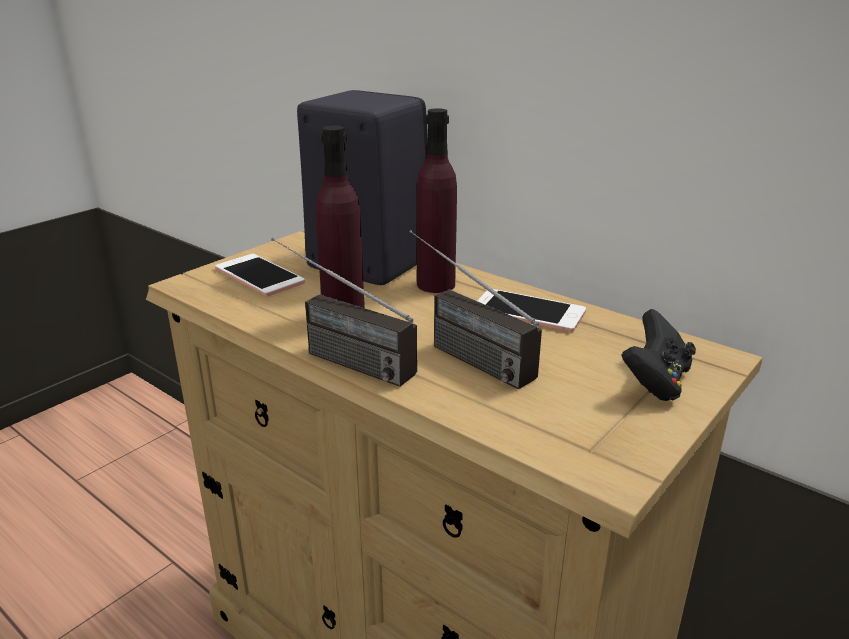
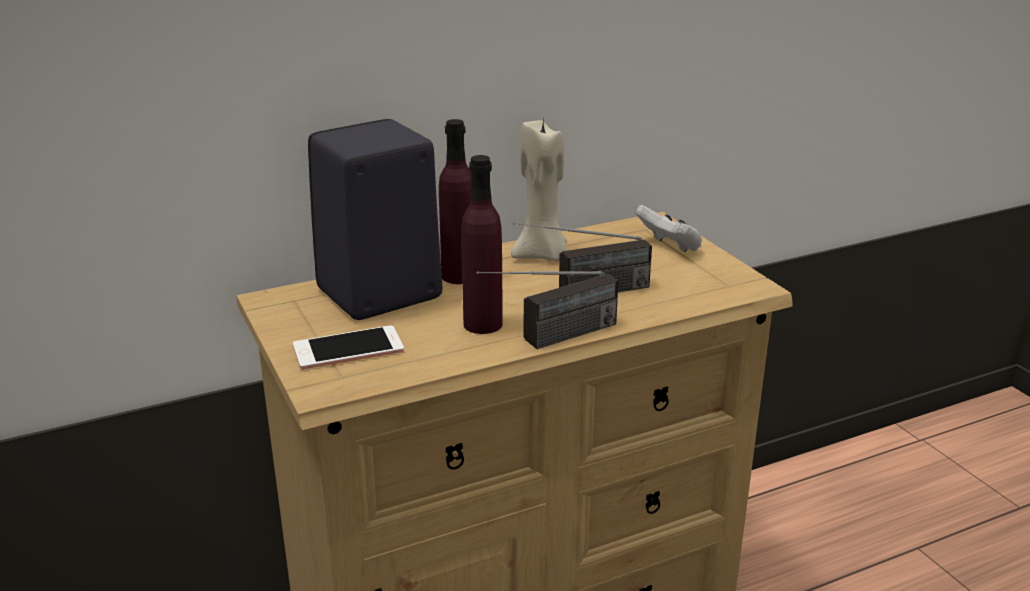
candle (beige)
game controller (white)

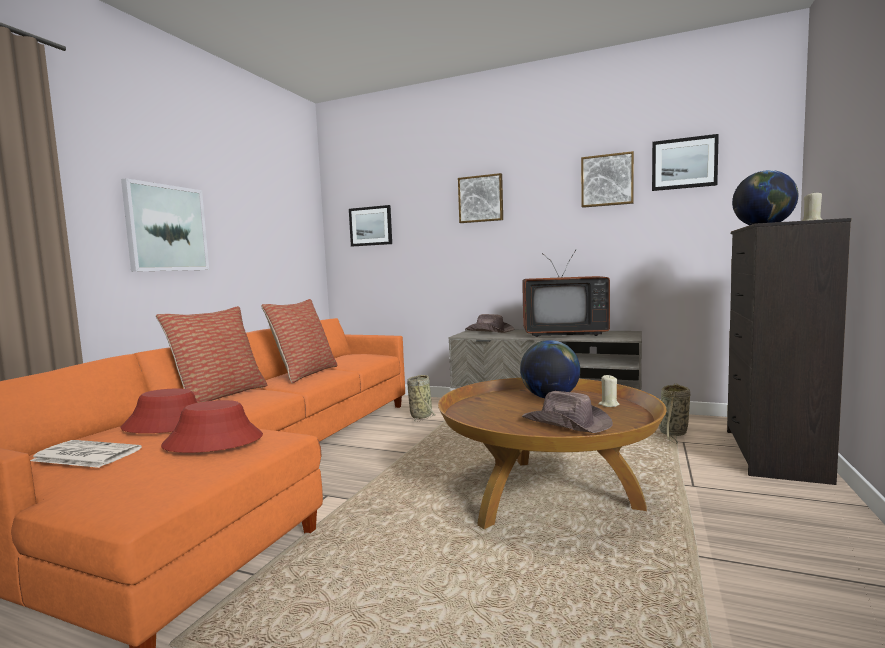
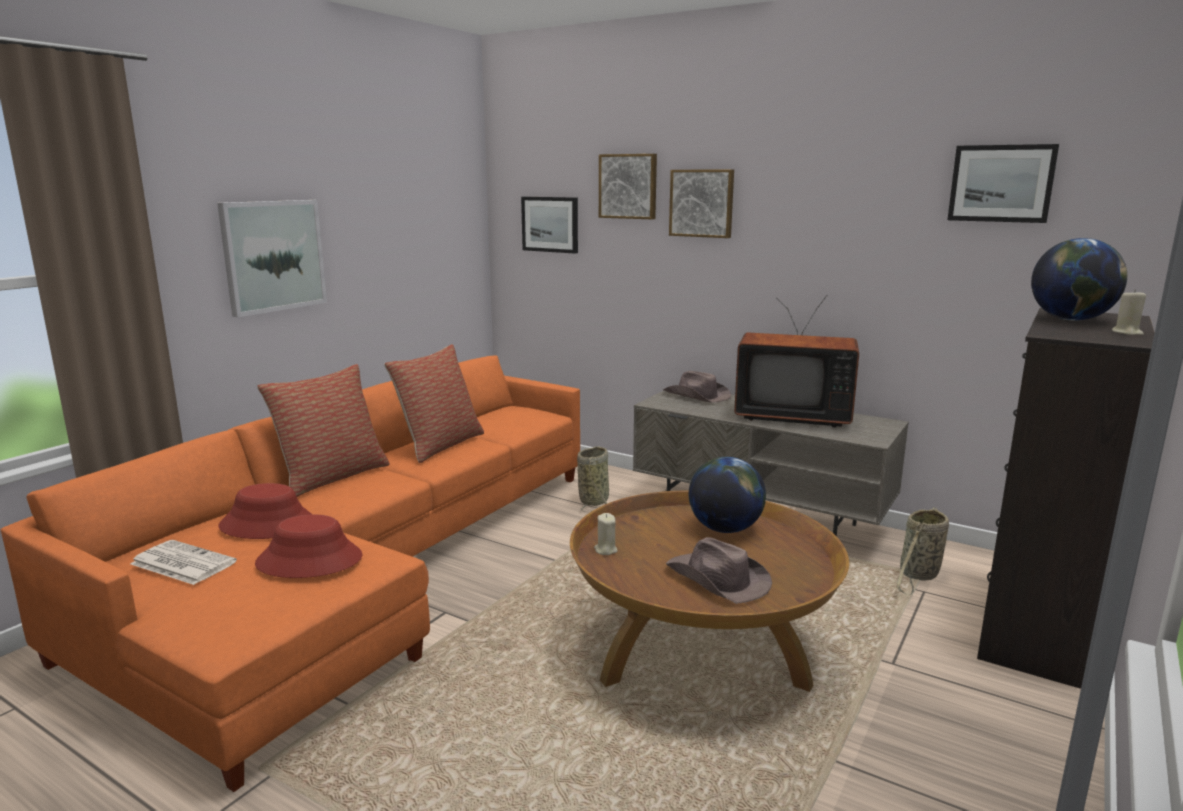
picture (no. 3 from left)
candle (beige) (no. 1 from left)

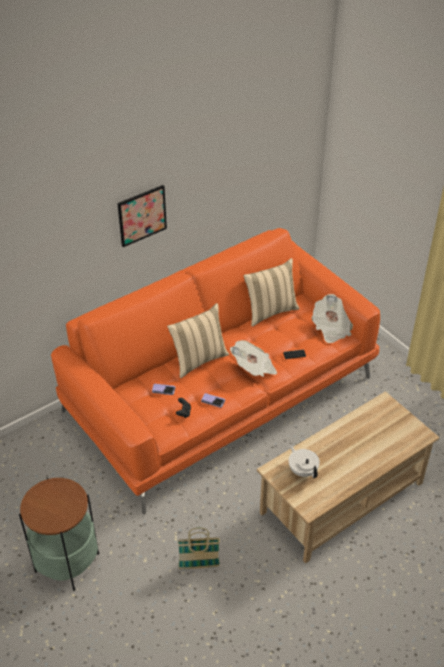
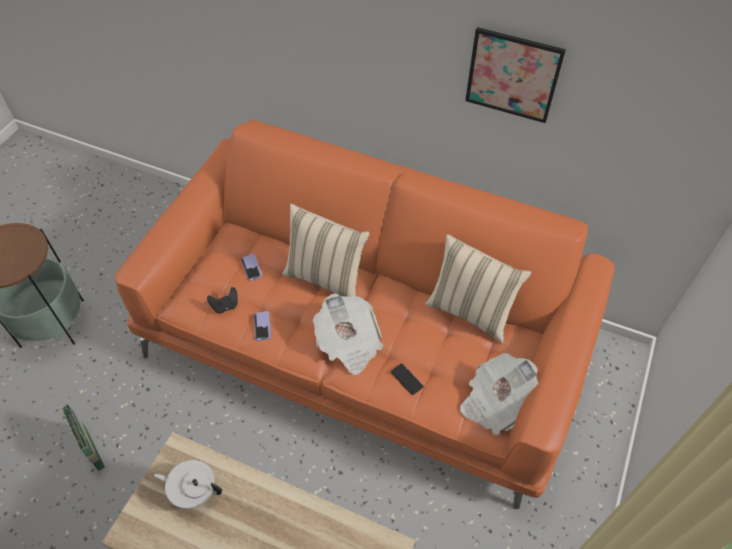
picture
teapot (white)

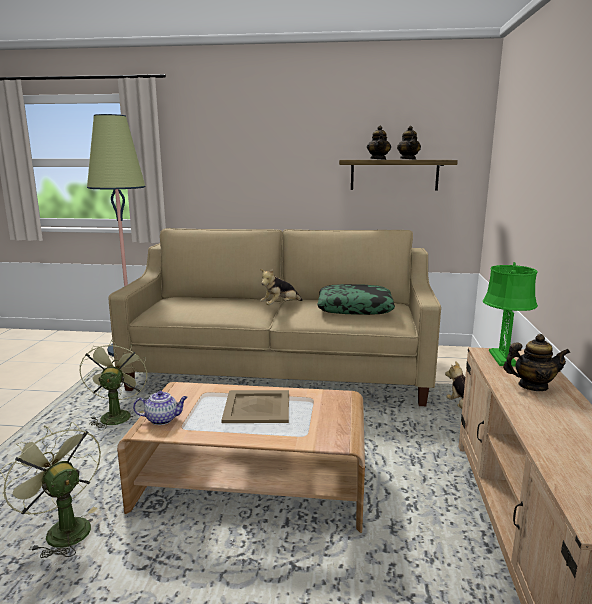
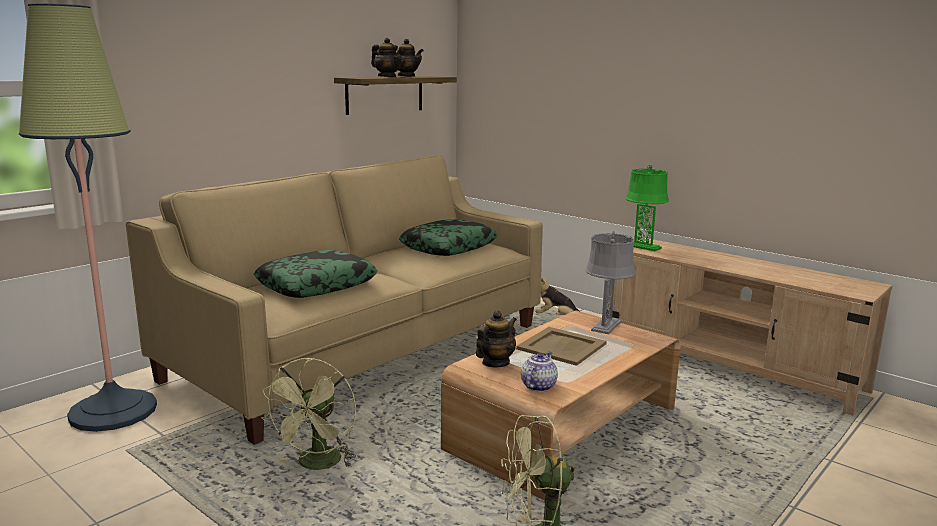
fan (green) (no. 1 from left)
plush toy (no. 1 from left in the first image)
teapot (no. 3 from left)
pillow (no. 1 from left)
table lamp (grey)

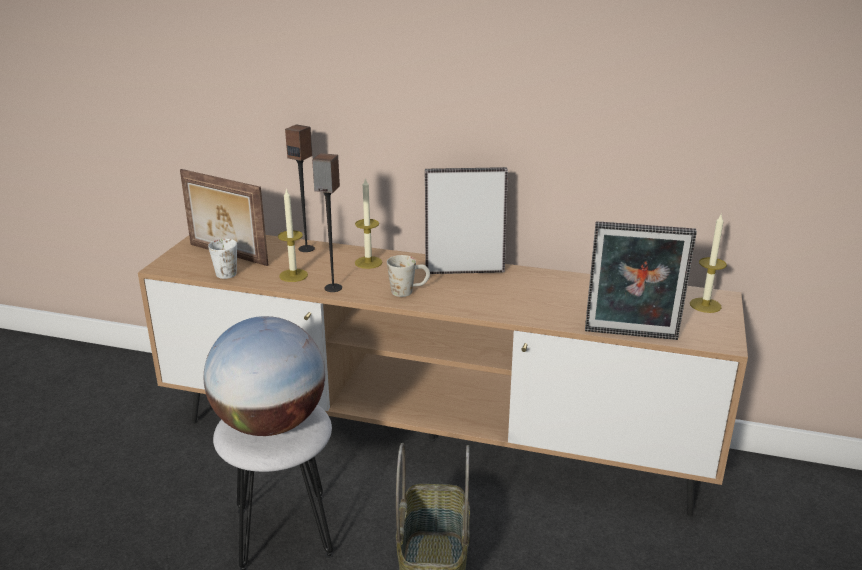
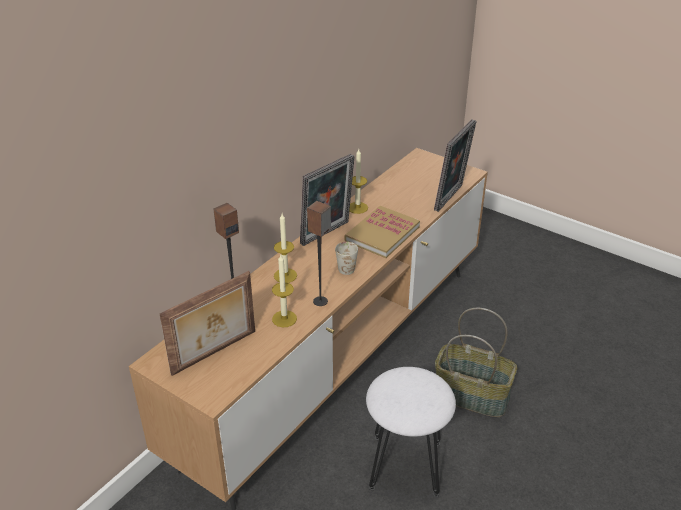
globe
mug (white) (no. 1 from left in the first image)
picture frame (no. 2 from left)
candle (no. 3 from left)
book

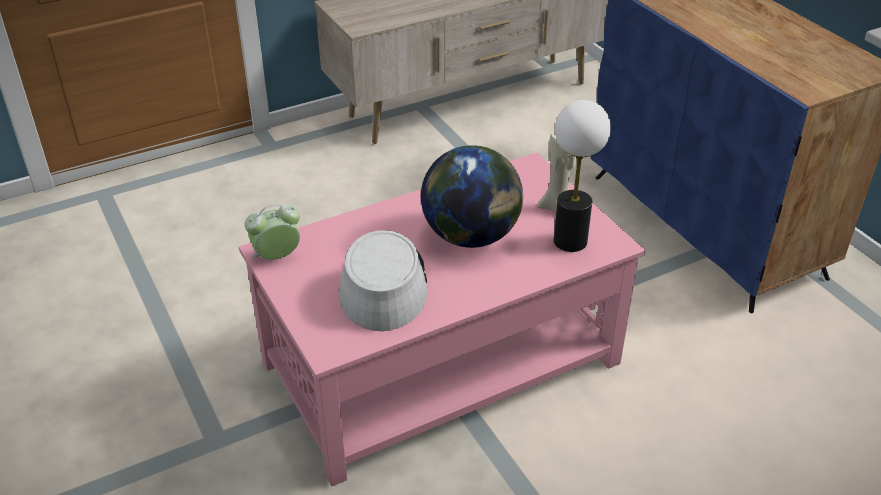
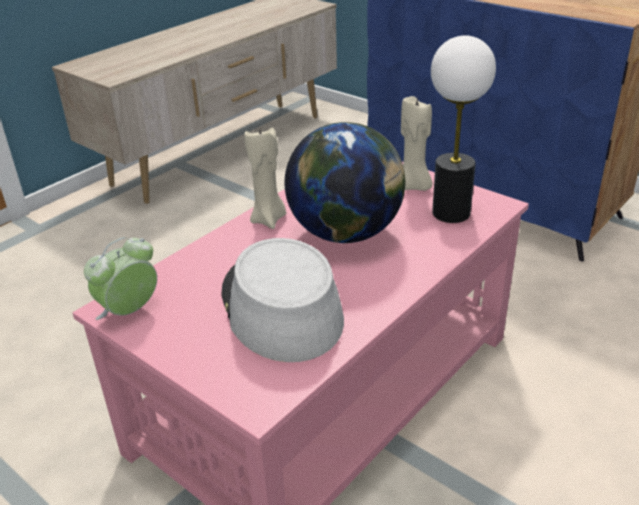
candle (beige) (no. 1 from left)

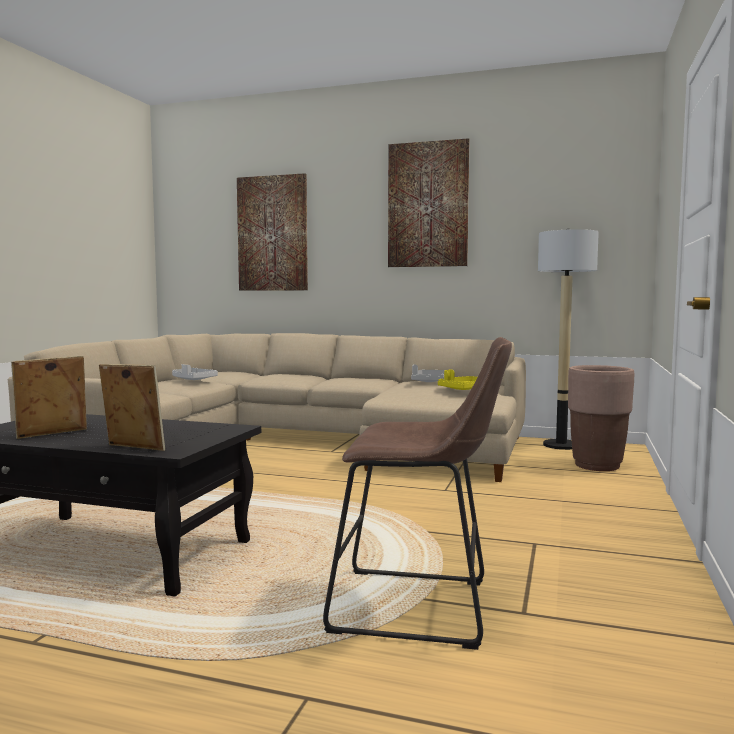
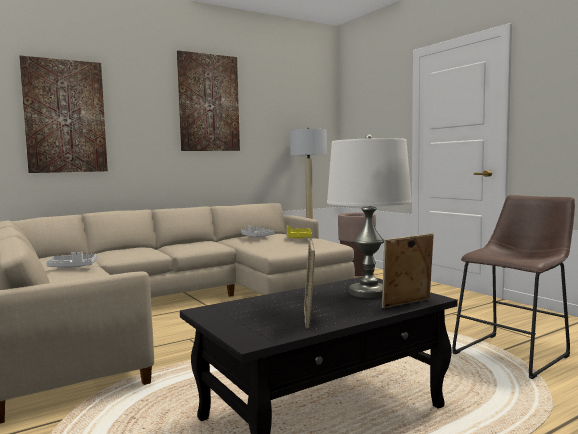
table lamp (white)

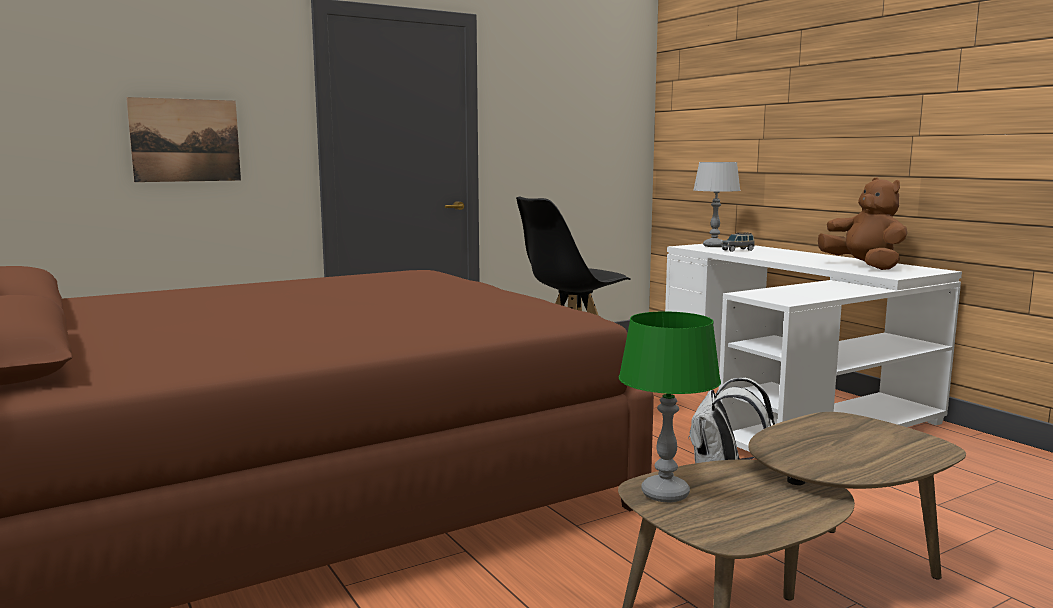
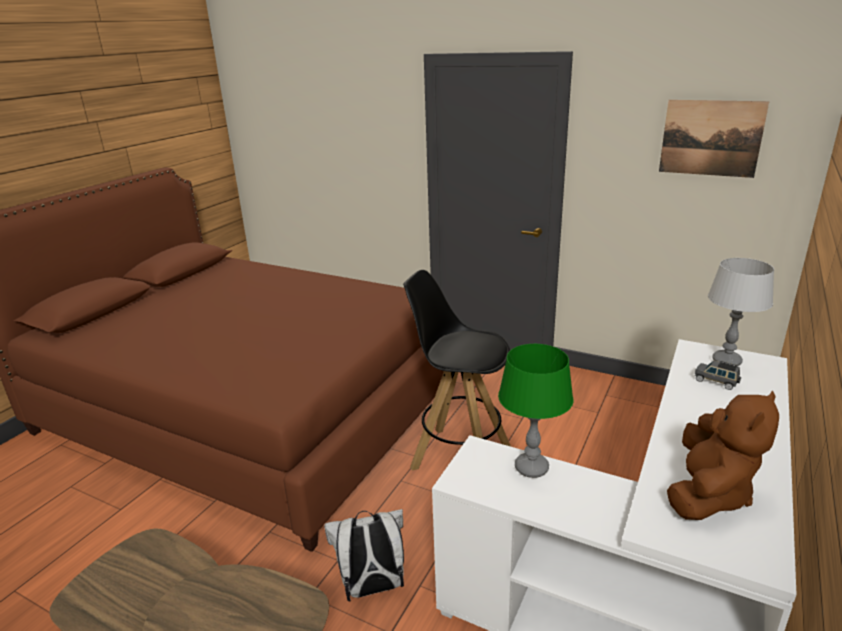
picture
table lamp (green)

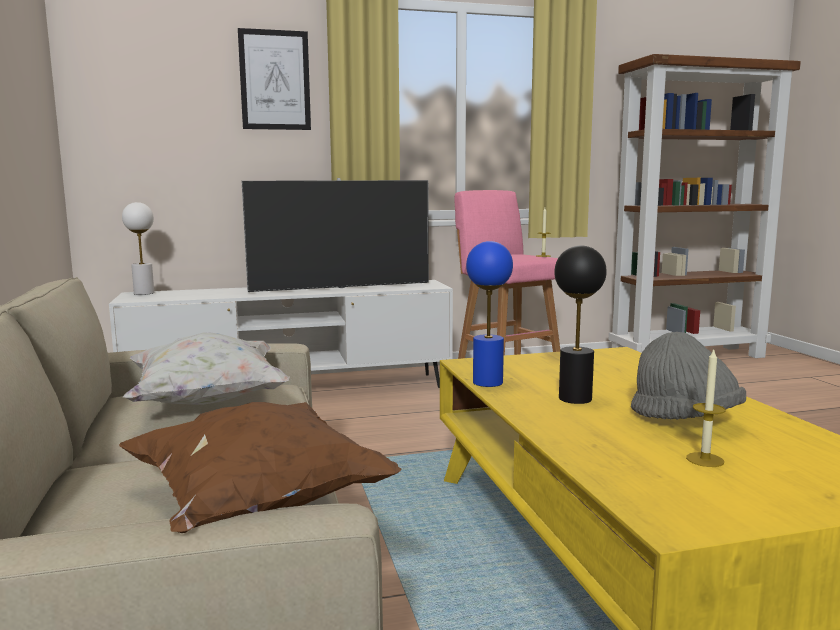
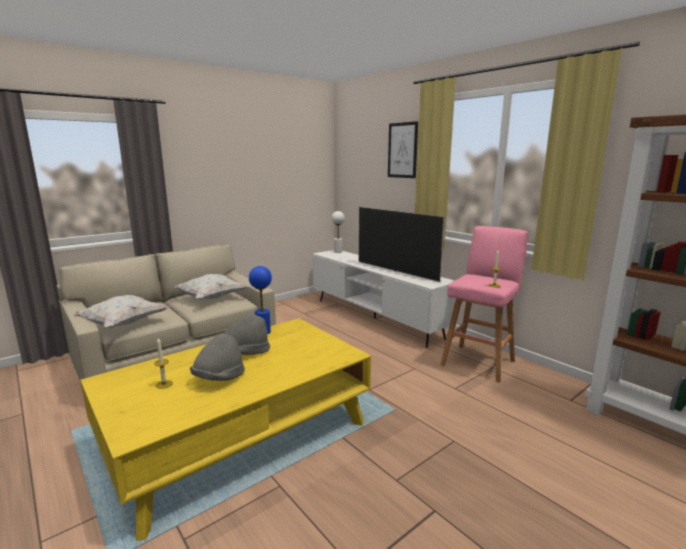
pillow (white) (no. 1 from left)
hat (grey) (no. 2 from left)

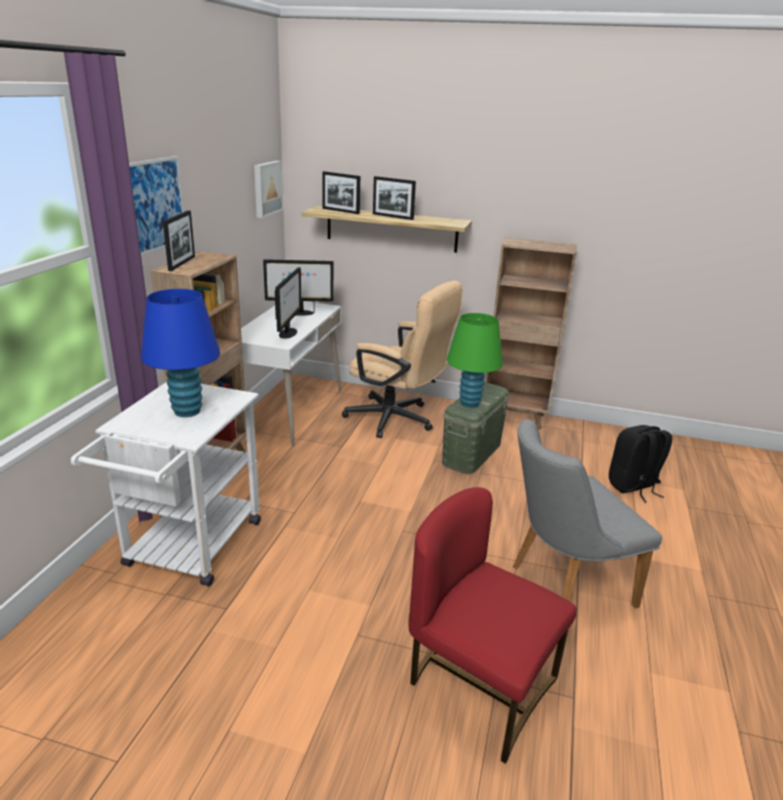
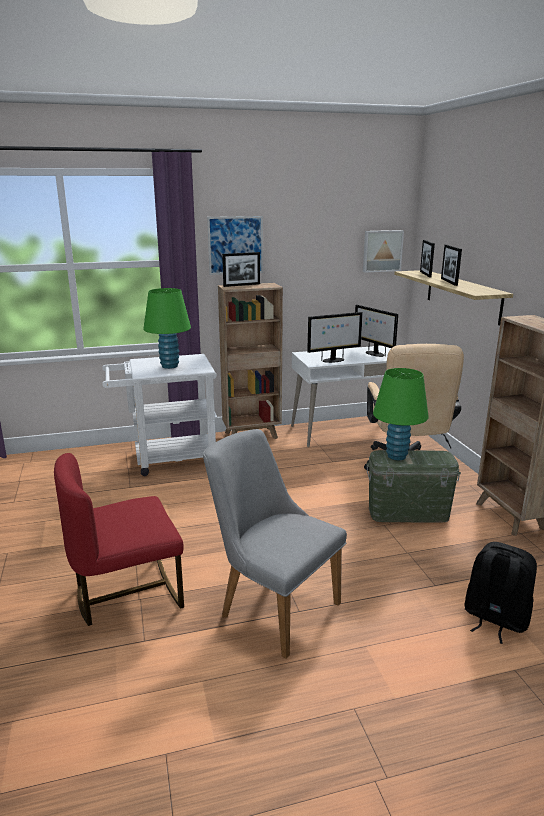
table lamp (green) (no. 1 from left)
chair (red)

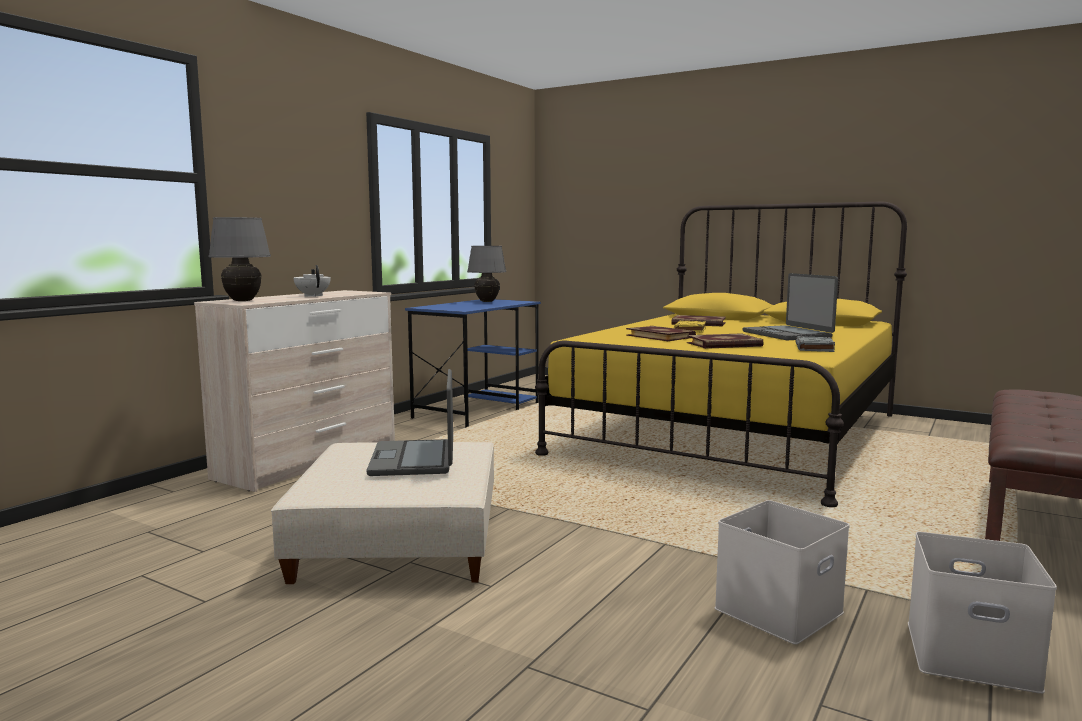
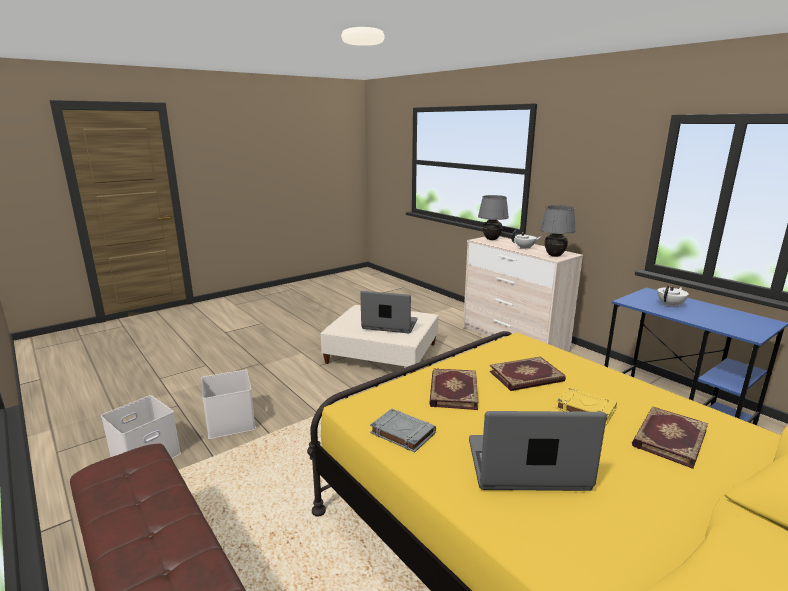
table lamp (grey) (no. 2 from left)
teapot (white) (no. 2 from left)

